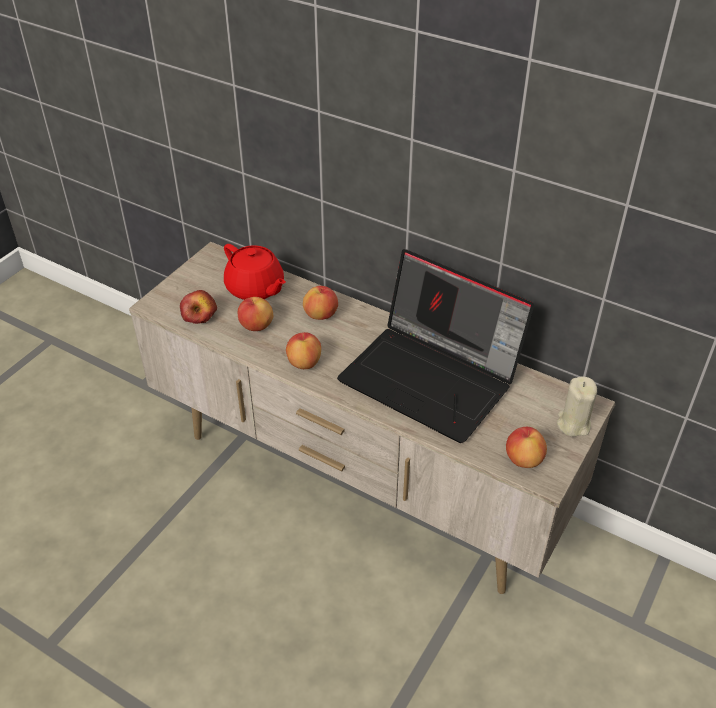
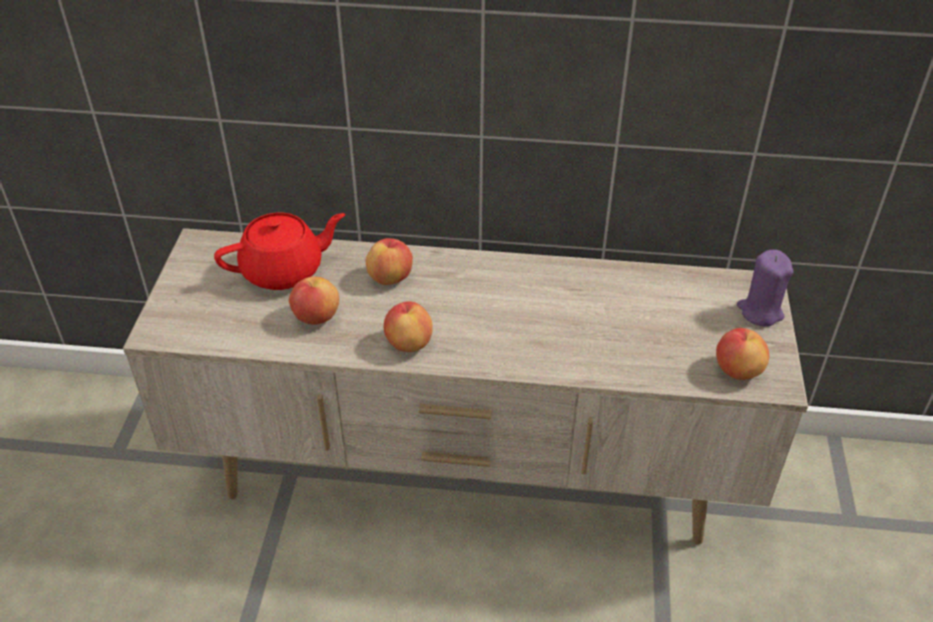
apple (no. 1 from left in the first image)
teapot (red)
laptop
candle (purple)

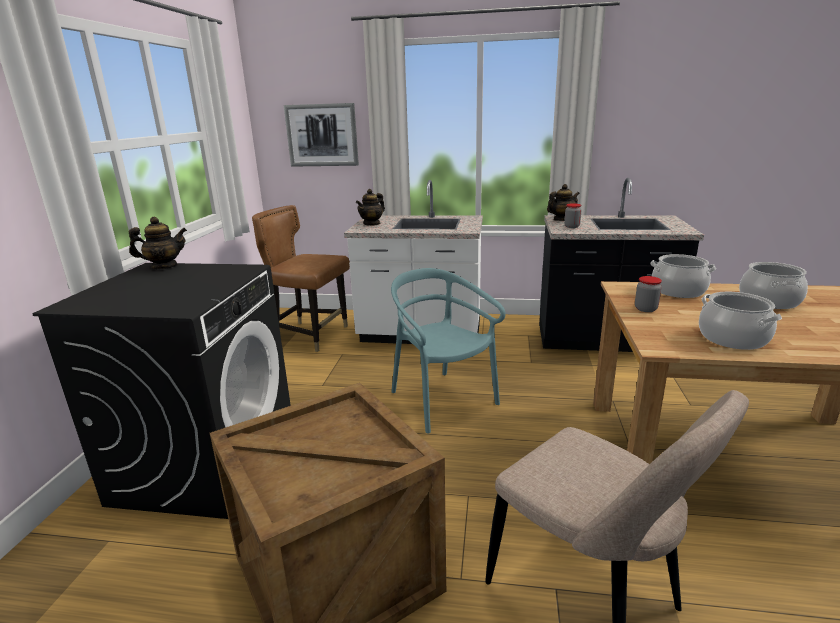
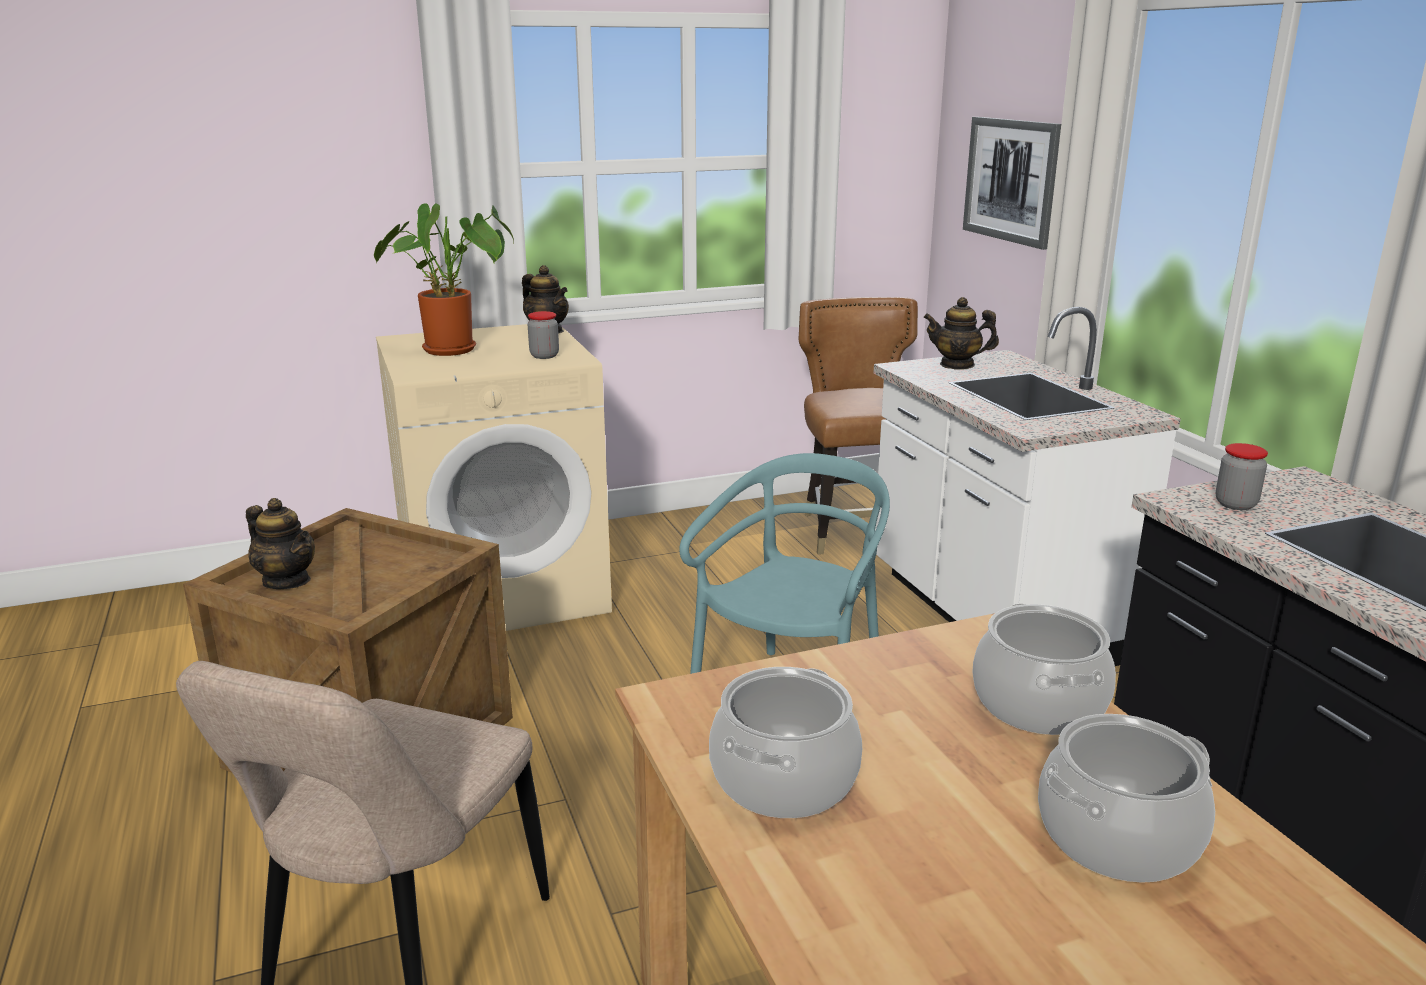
washing machine (beige)
teapot (no. 1 from left)
jar (no. 1 from left)
potted plant

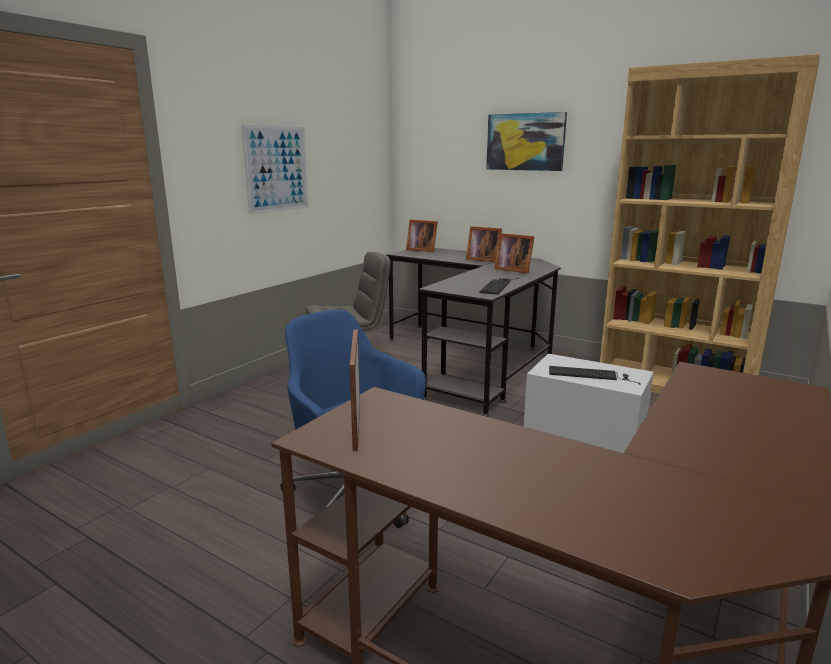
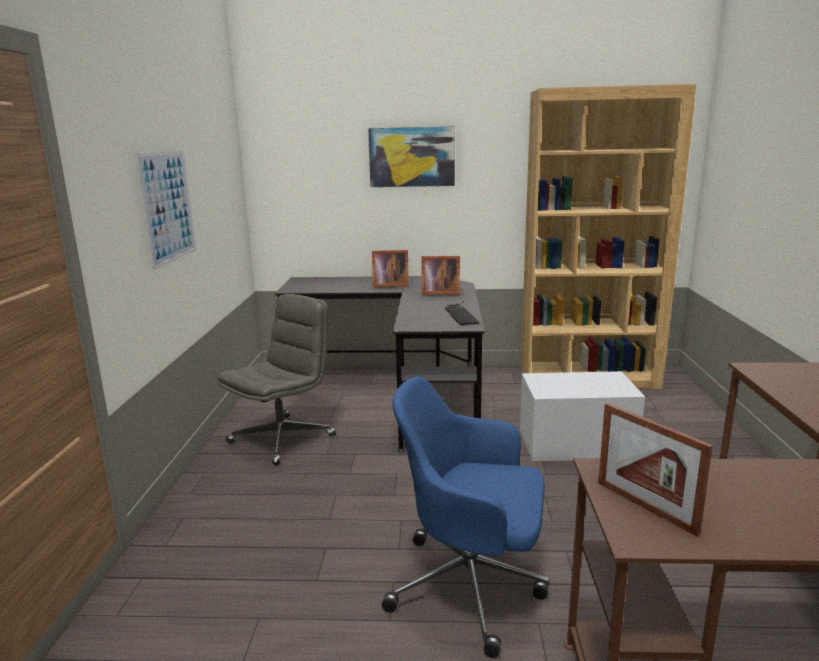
picture frame (no. 2 from left in the first image)
keyboard (no. 2 from left in the first image)

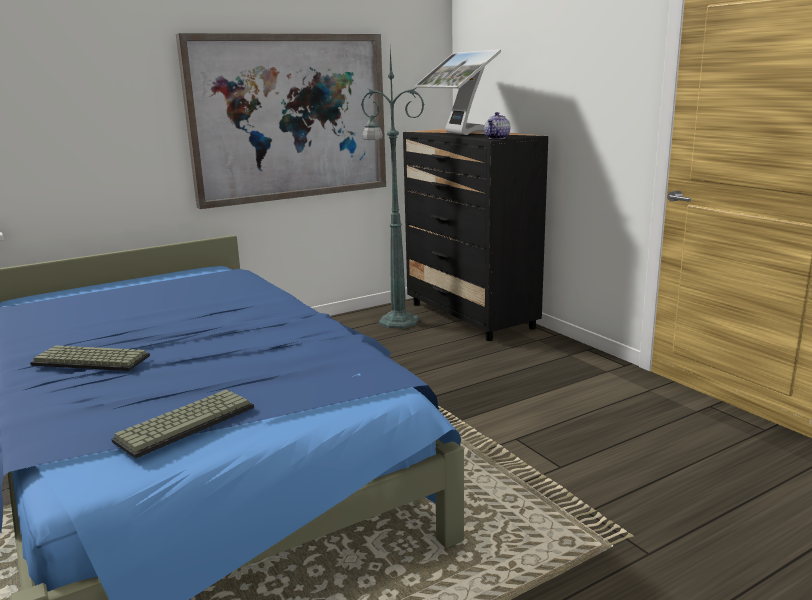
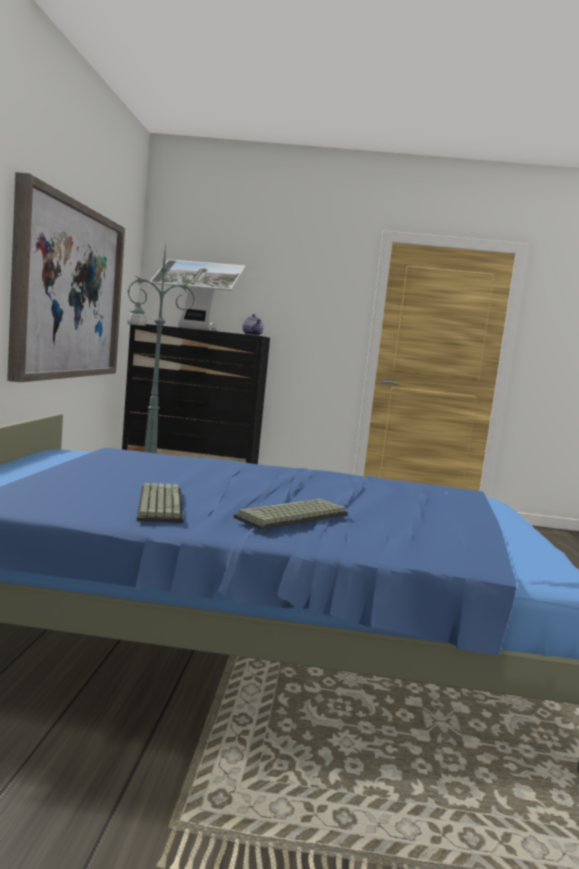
keyboard (no. 1 from left)

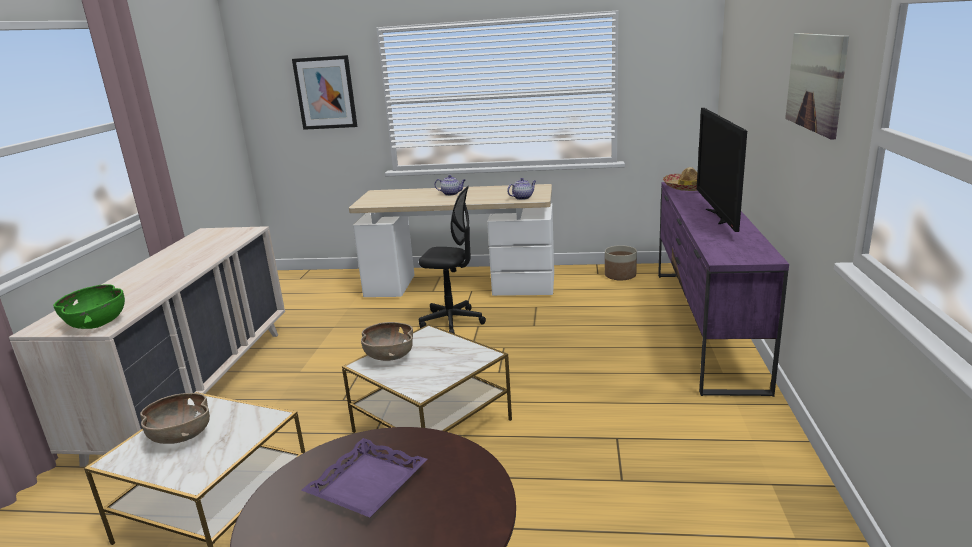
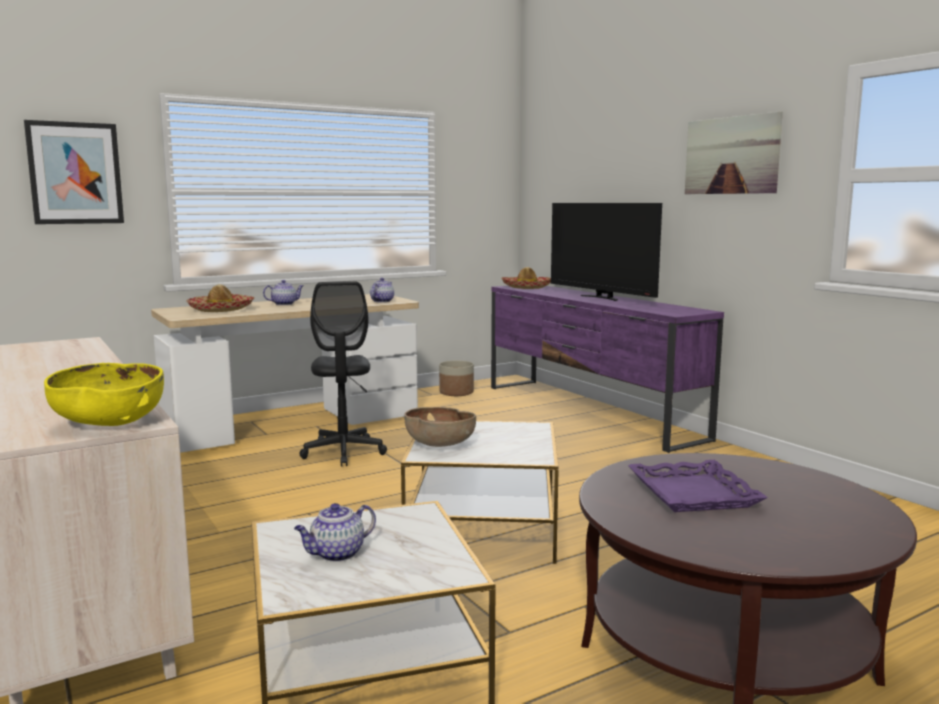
bowl (yellow)
teapot (no. 2 from left)
office chair (black)
hat (no. 1 from left)

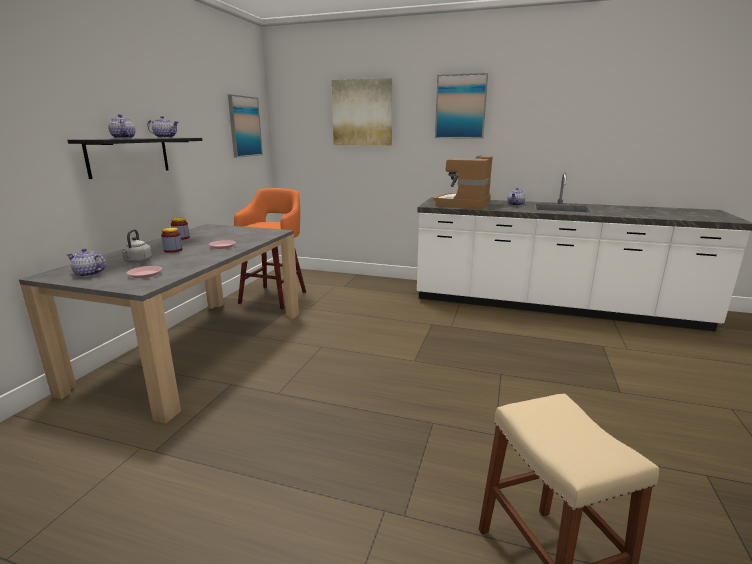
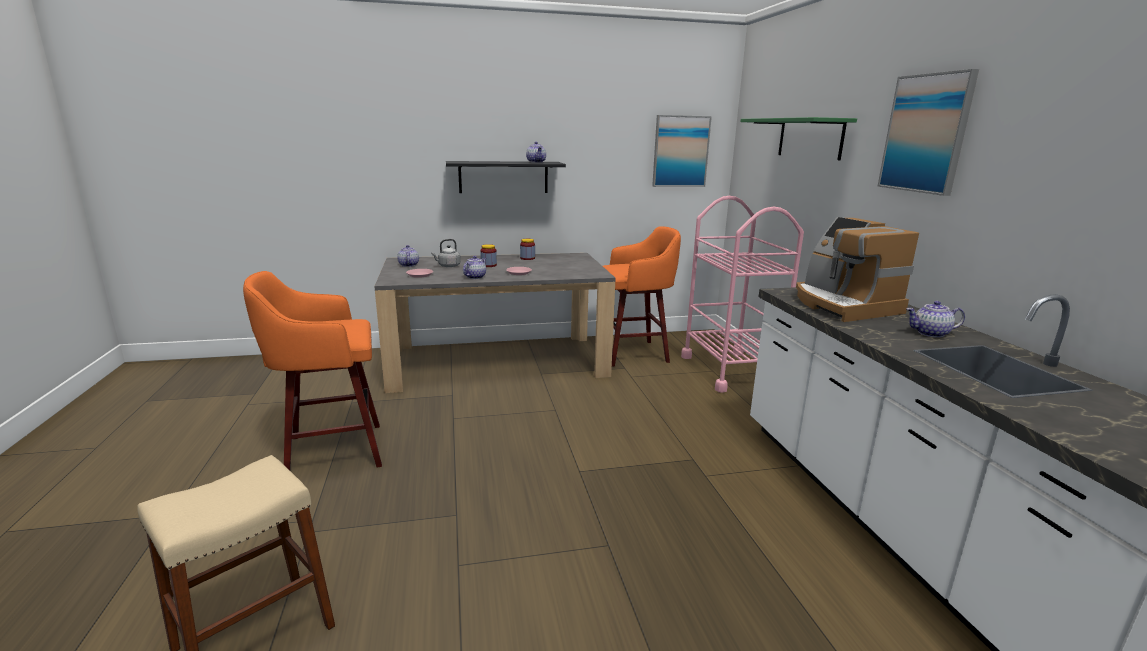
teapot (no. 2 from left)
shelf (green)
coffee machine
stool (orange) (no. 1 from left)
cart (pink)

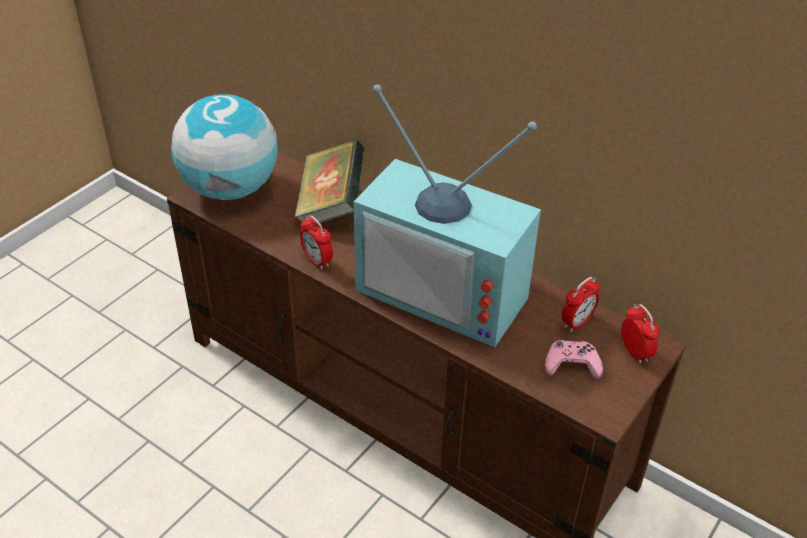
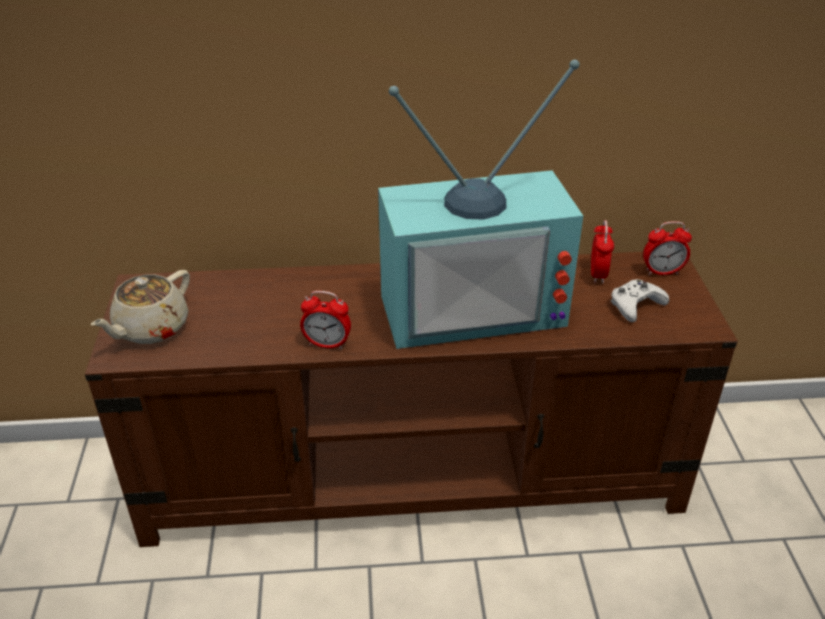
teapot (beige)
book
game controller (white)
alarm clock (no. 3 from left)

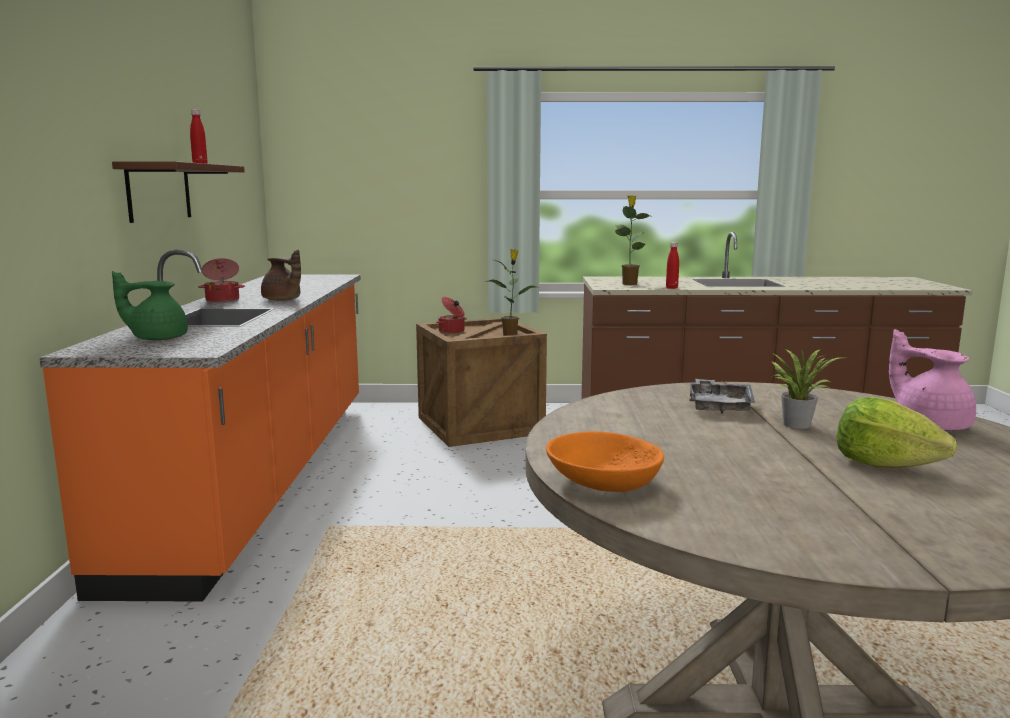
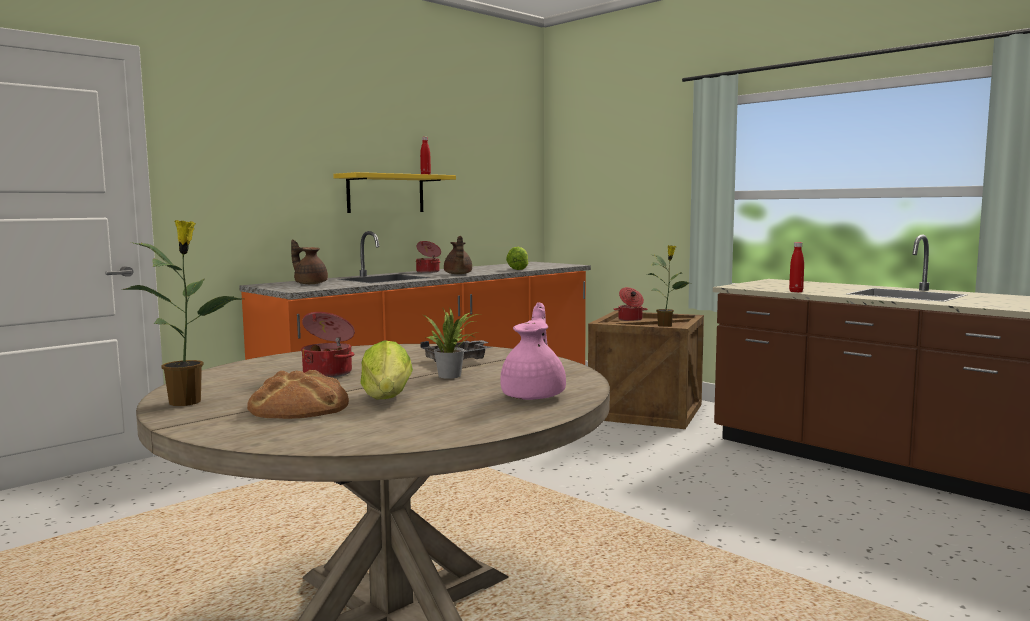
shelf (yellow)
teapot (brown) (no. 1 from left)
bowl (orange)
potted plant (no. 1 from left)
bread
cooking pot (no. 1 from left)
lettuce (no. 2 from left)

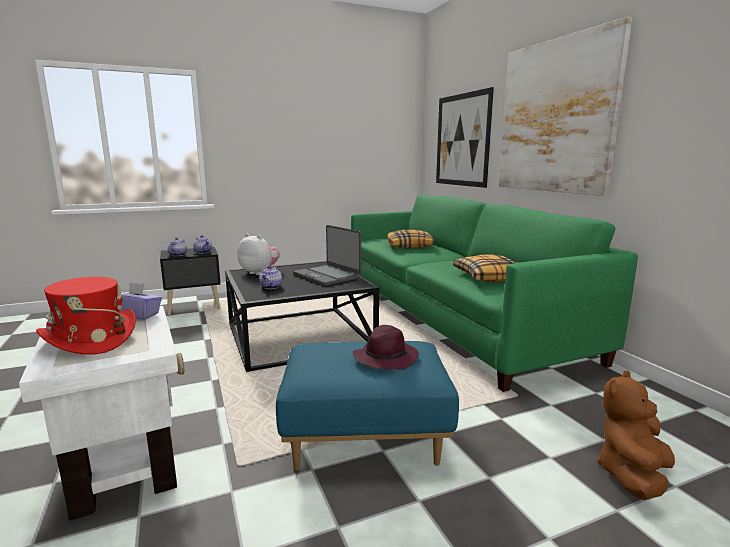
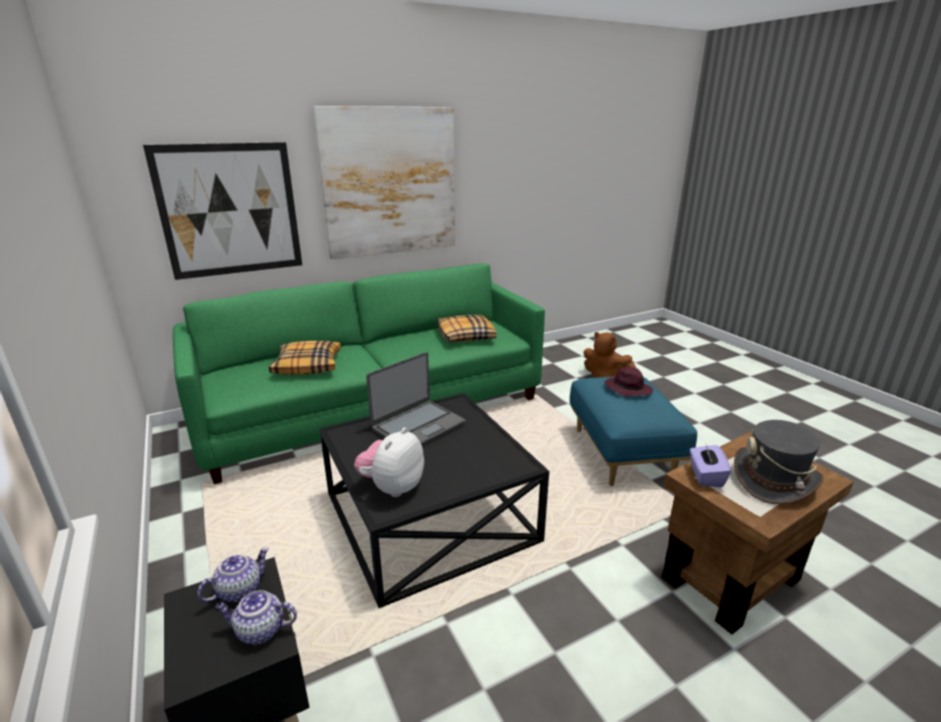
side table (brown)
hat (grey)
teapot (no. 3 from left in the first image)

